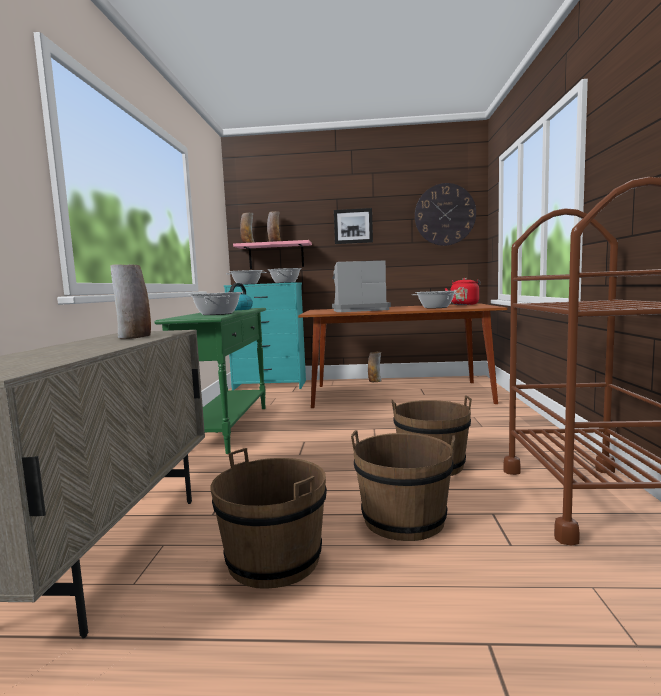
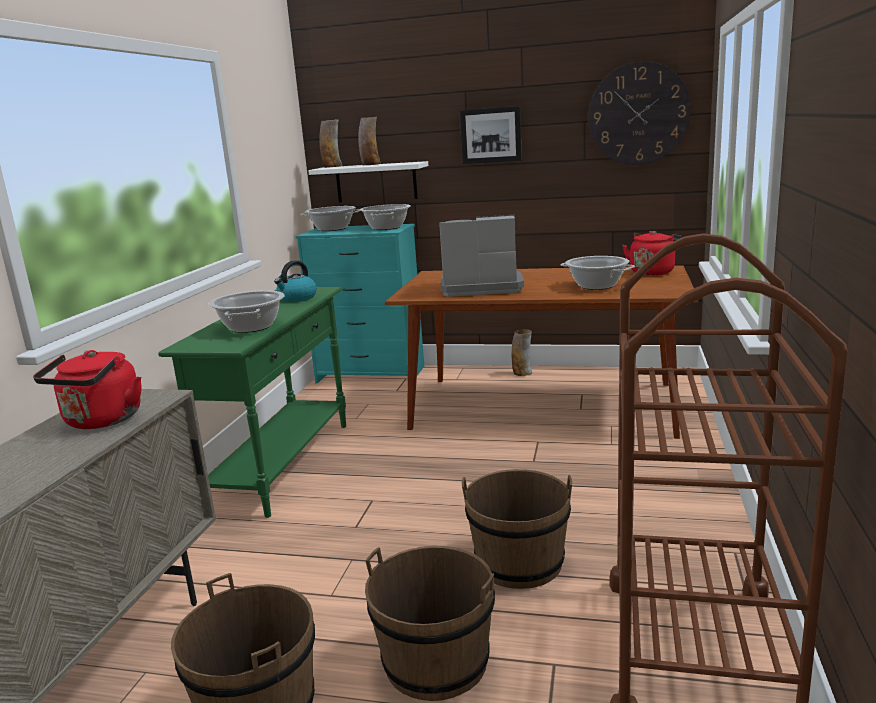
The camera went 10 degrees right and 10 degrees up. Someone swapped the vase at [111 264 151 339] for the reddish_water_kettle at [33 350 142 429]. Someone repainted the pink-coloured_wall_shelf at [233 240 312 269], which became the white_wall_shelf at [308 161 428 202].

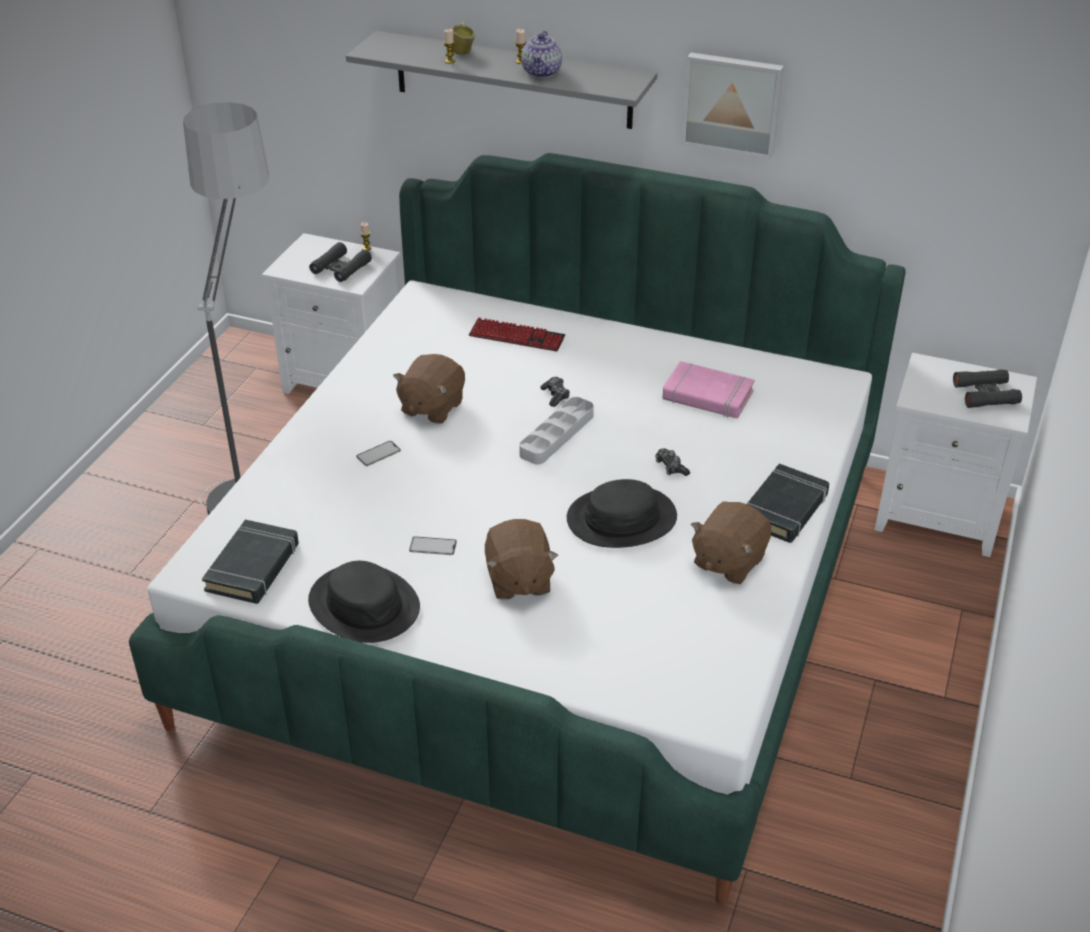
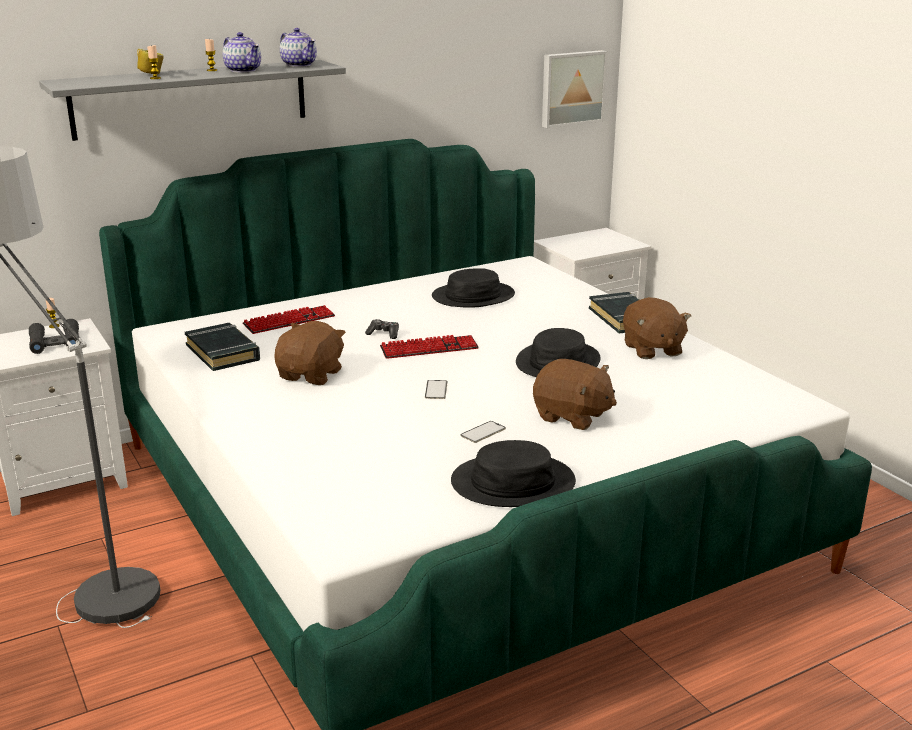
The camera went 50 degrees left and 15 degrees down. Someone took away the gamepad at [655 448 690 476]. Someone took away the black_field_glasses at [953 369 1022 408]. Someone put down the tea_pot at [280 28 317 67]. Someone carried the black_book from [202 520 299 604] to [185 323 260 371]. Someone carried the handset from [356 441 401 466] to [425 380 447 399]. Someone carried the wall_picture from [681 52 784 159] to [542 50 607 128]. Someone swapped the gray_tray at [519 397 594 465] for the keyboard at [380 335 479 359]. Someone swapped the pink-coloured_book at [662 361 754 419] for the black_hat at [432 268 515 308]. Someone rotated the brown-coloured_plush_toy at [393 354 465 424] by 135 degrees counterclockwise.

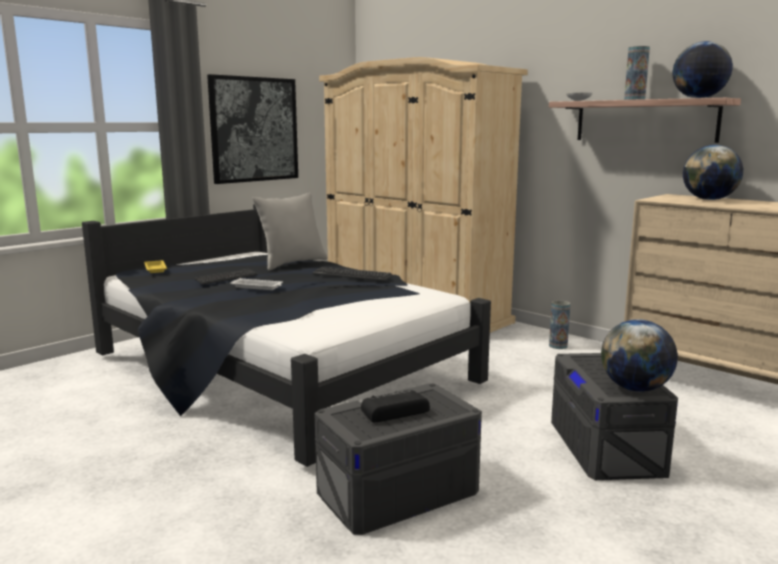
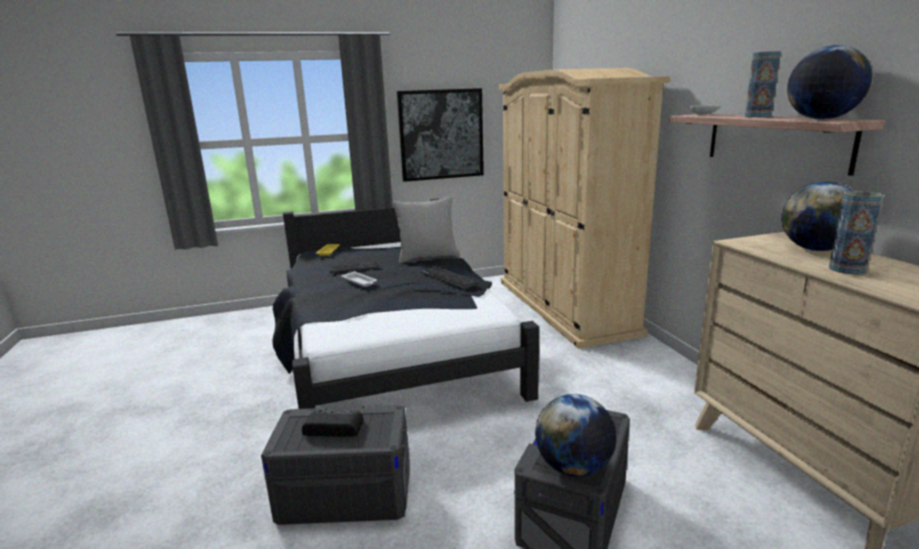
The camera went 30 degrees right and 5 degrees up. Someone carried the vase from [549 300 570 349] to [829 191 883 274].

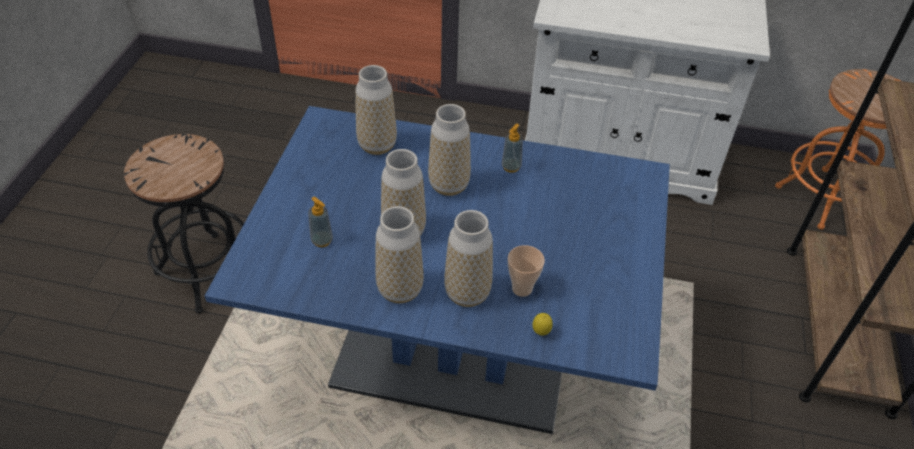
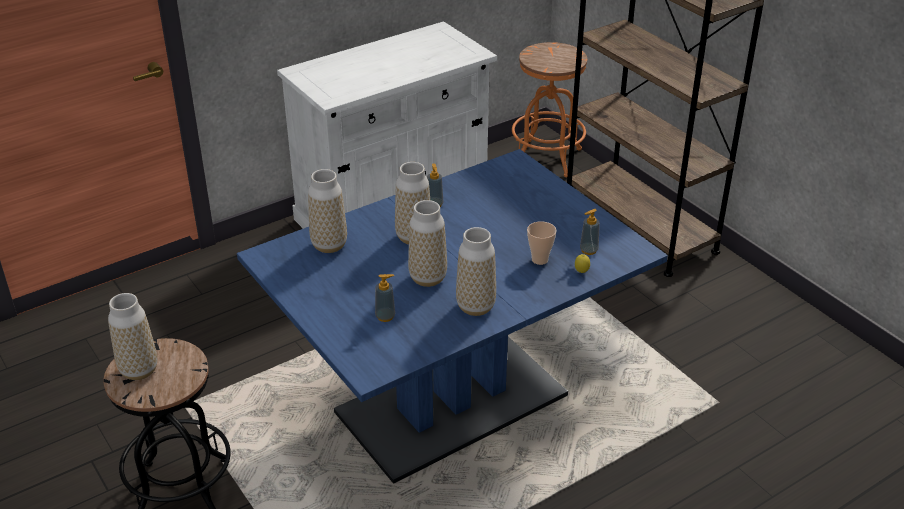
The camera went 45 degrees left and 10 degrees down. Someone put down the soap_bottle at [580 209 600 255]. Someone carried the vase from [444 210 493 307] to [108 293 157 380].

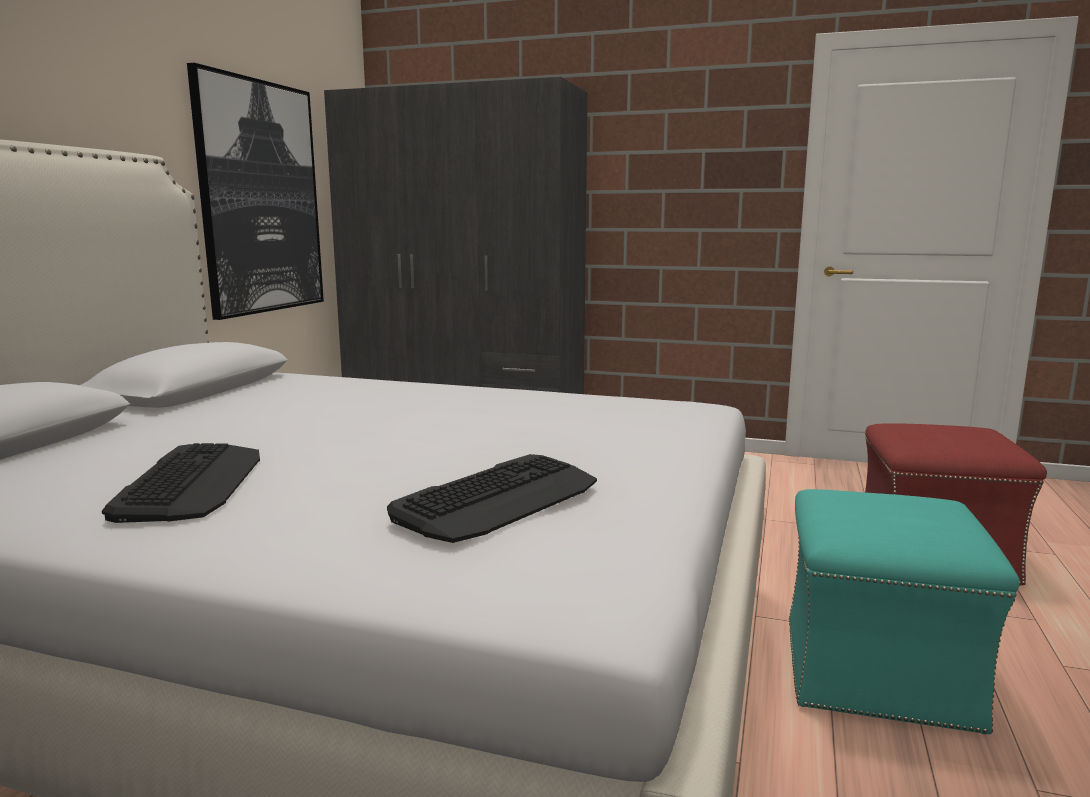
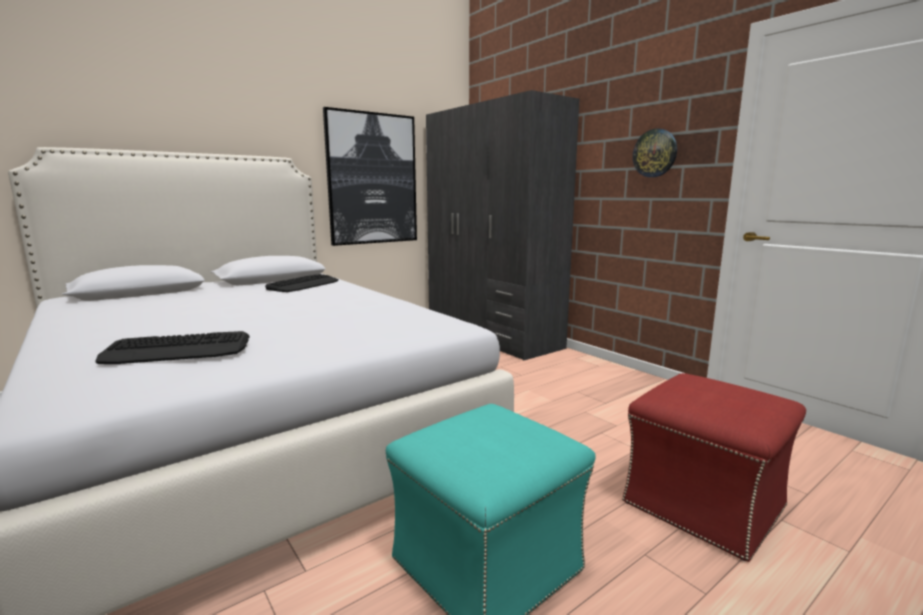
The camera went 35 degrees right and 0 degrees up. Someone put up the hanging_clock at [633 128 677 177]. Someone carried the keyboard from [102 443 260 523] to [265 274 339 292].

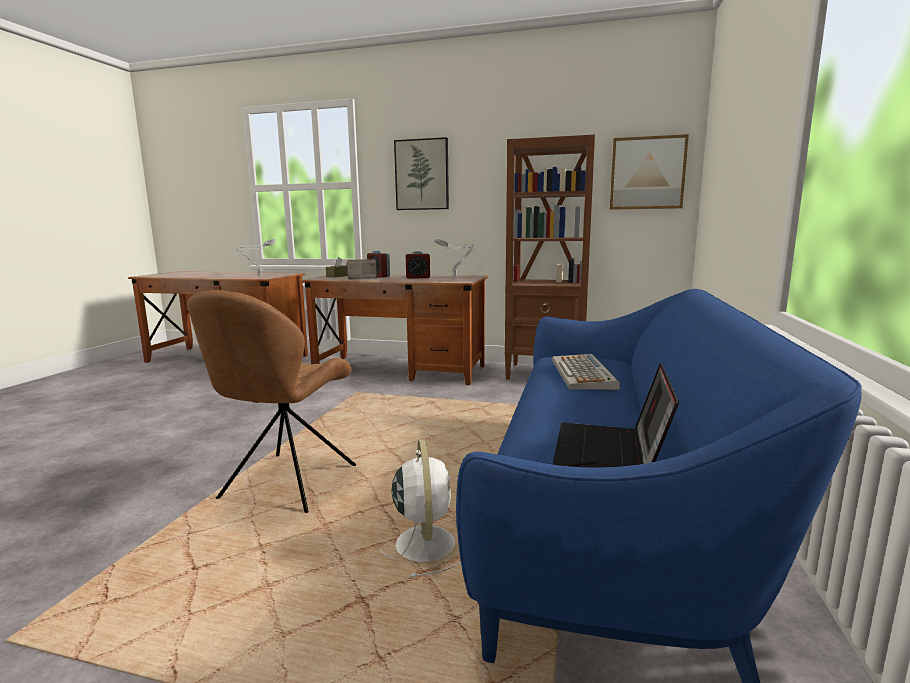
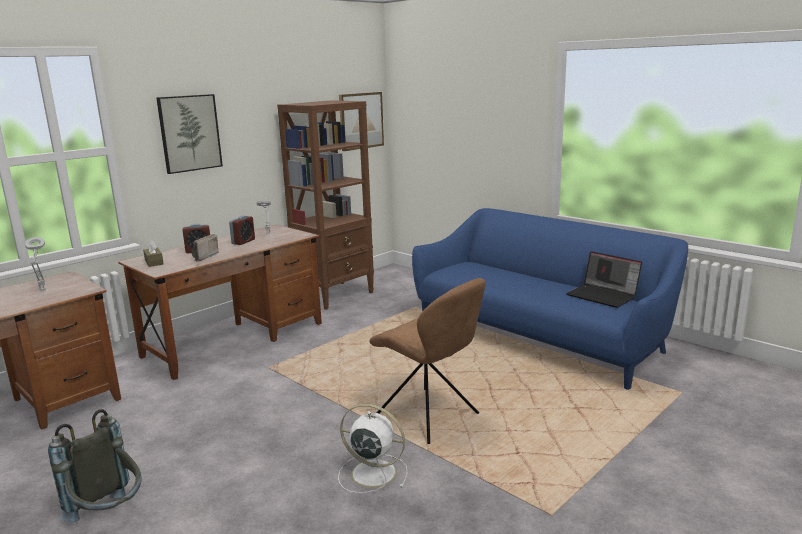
The camera went 60 degrees left and 5 degrees up. Someone took away the keyboard at [552 354 620 390]. Someone put down the gray_knapsack at [48 409 142 522]. Someone carried the white_cooling_fan from [379 439 461 578] to [338 404 407 493].

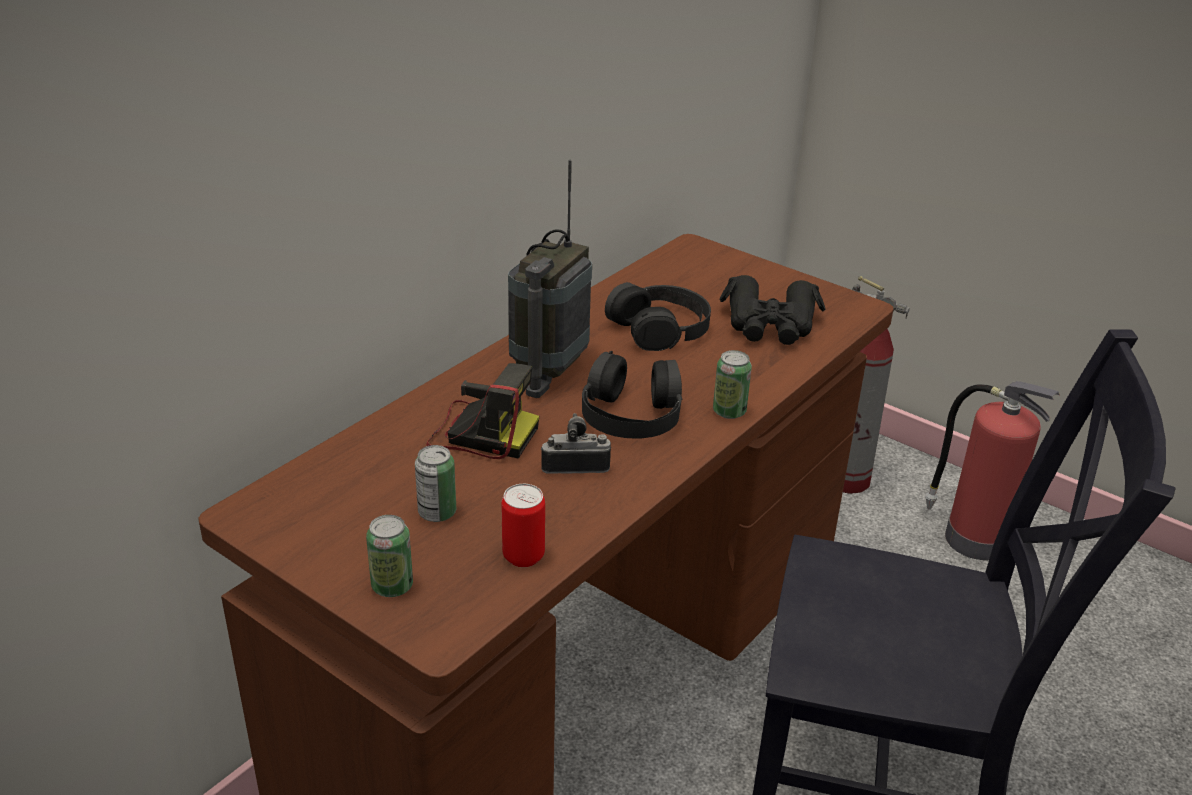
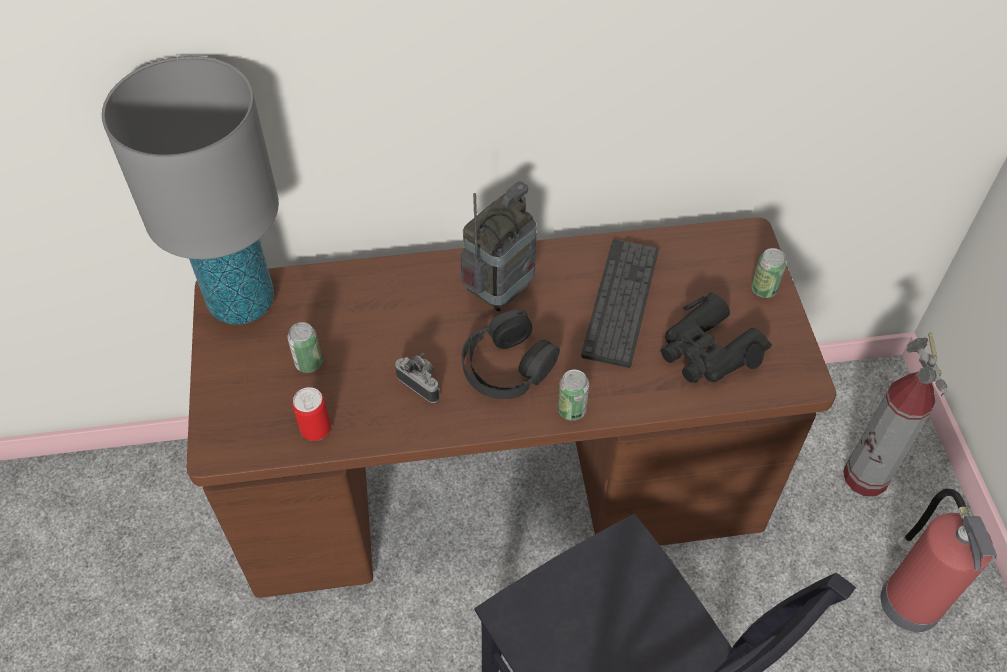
The camera went 45 degrees right and 20 degrees up. Someone took away the still_camera at [426 363 539 459]. Someone put down the gray_table_lamp at [102 56 279 325]. Someone carried the can from [366 515 413 597] to [751 248 787 298]. Someone swapped the black_headphones at [605 282 711 351] for the keyboard at [581 239 659 368]. Someone rotated the radio_set at [508 160 592 398] by 150 degrees clockwise.

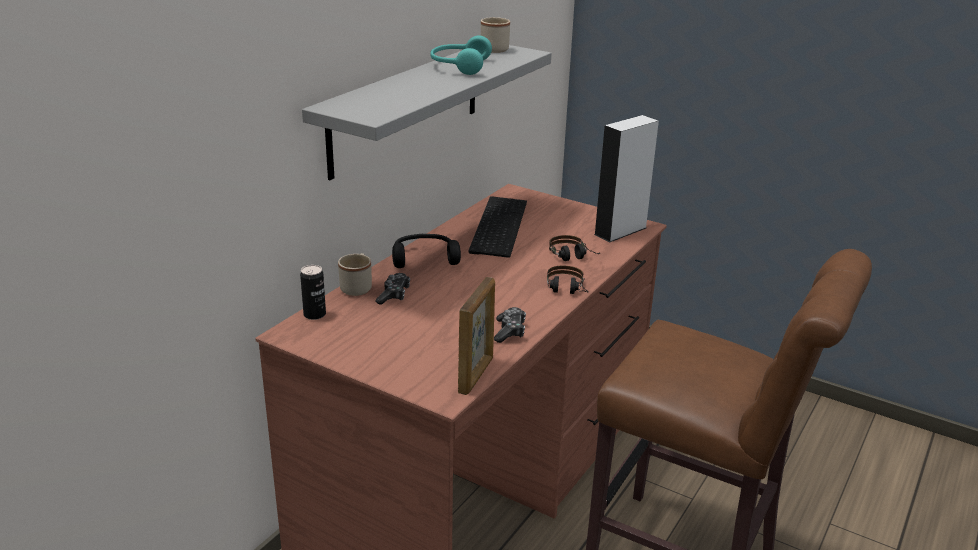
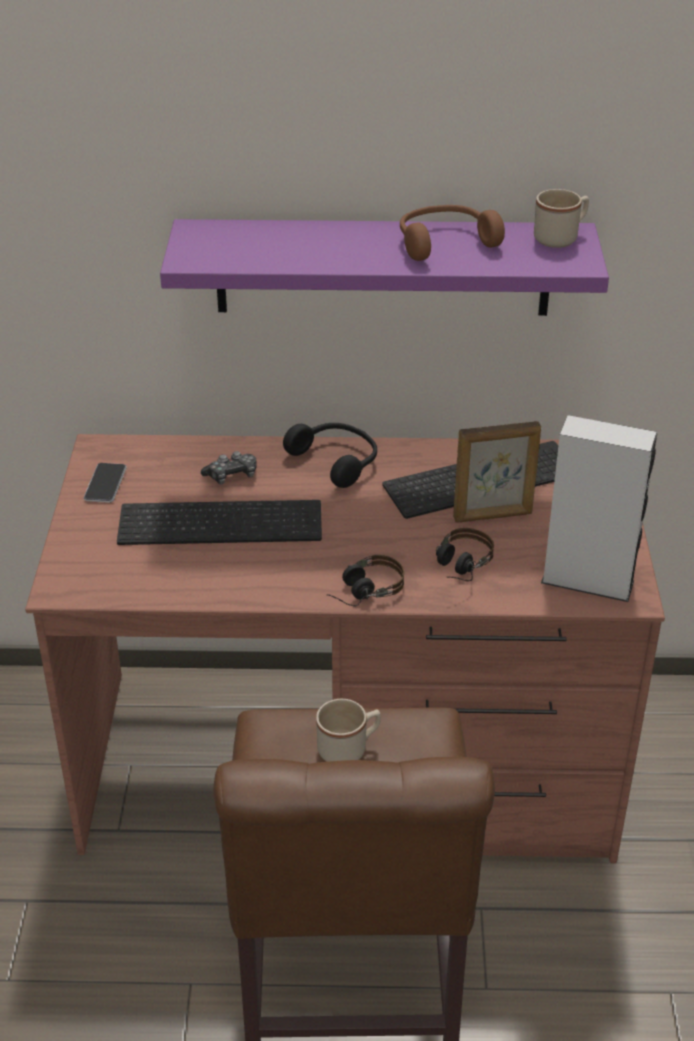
The camera went 60 degrees right and 10 degrees up. Someone took away the can at [300 265 326 320]. Someone took away the gamepad at [494 307 526 343]. Someone put down the handset at [84 463 127 503]. Someone put down the keyboard at [117 500 322 545]. Someone carried the beige_tea_mug from [338 253 372 296] to [316 699 381 762]. Someone carried the standing_frame from [458 277 495 395] to [453 421 541 523]. Someone repainted the gray_wall_shelf at [302 45 552 180], which became the purple-coloured_wall_shelf at [160 219 609 316]. Someone repainted the turquoise_headphones at [430 35 492 75], which became the brown-coloured_headphones at [400 205 505 261].

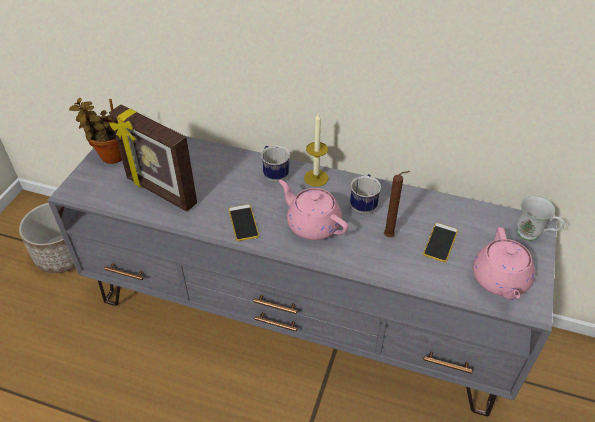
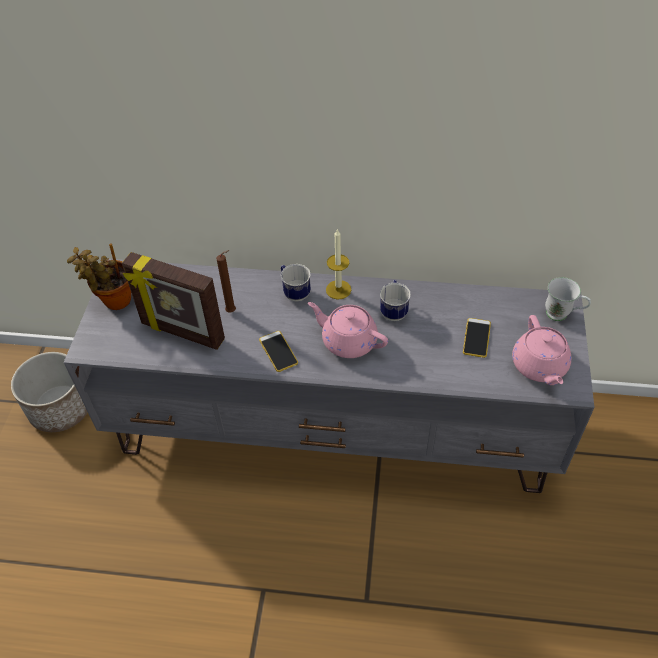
The camera went 10 degrees left and 5 degrees up. Someone carried the brown-coloured_wax_candle from [384 171 410 237] to [216 250 236 313].

